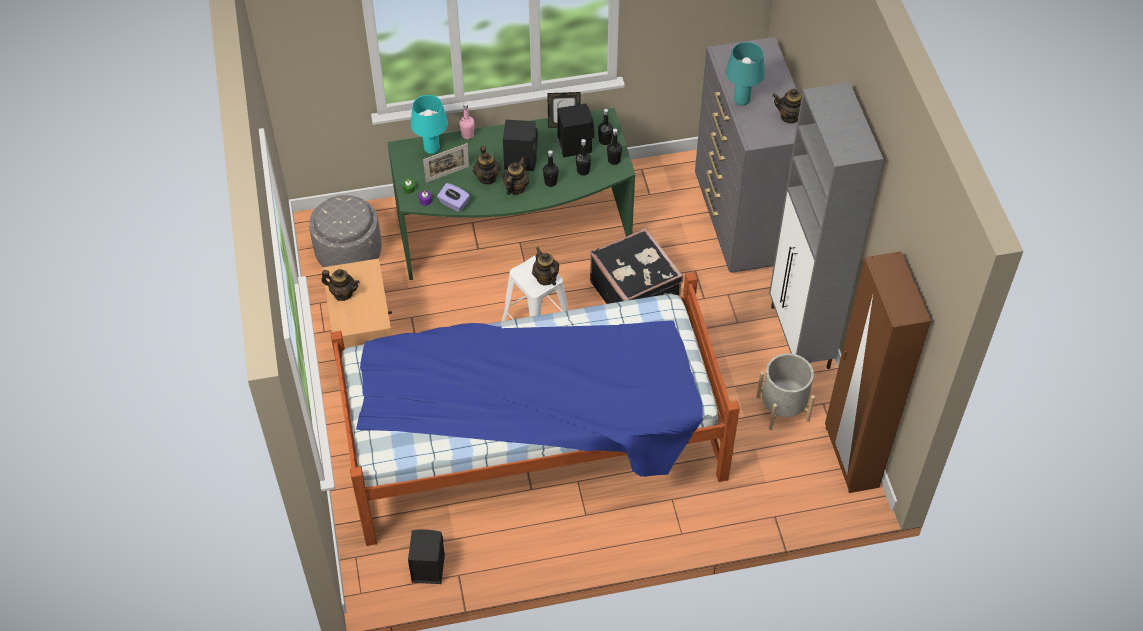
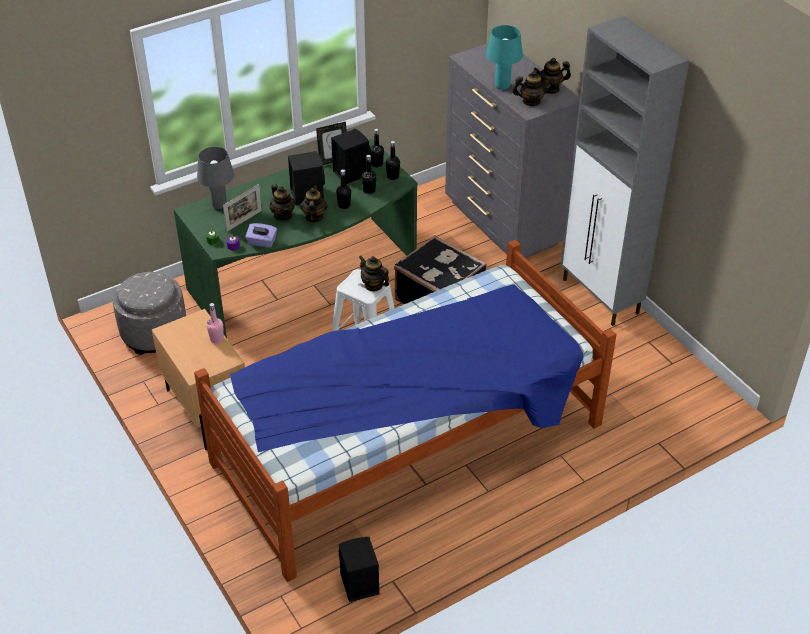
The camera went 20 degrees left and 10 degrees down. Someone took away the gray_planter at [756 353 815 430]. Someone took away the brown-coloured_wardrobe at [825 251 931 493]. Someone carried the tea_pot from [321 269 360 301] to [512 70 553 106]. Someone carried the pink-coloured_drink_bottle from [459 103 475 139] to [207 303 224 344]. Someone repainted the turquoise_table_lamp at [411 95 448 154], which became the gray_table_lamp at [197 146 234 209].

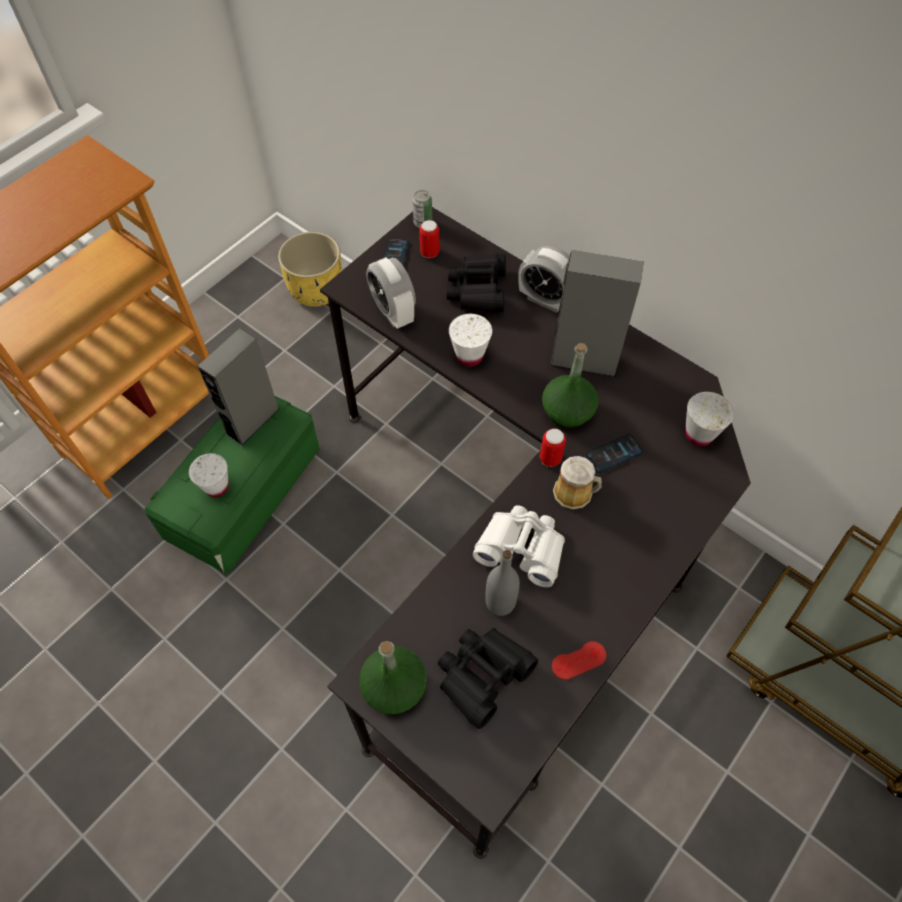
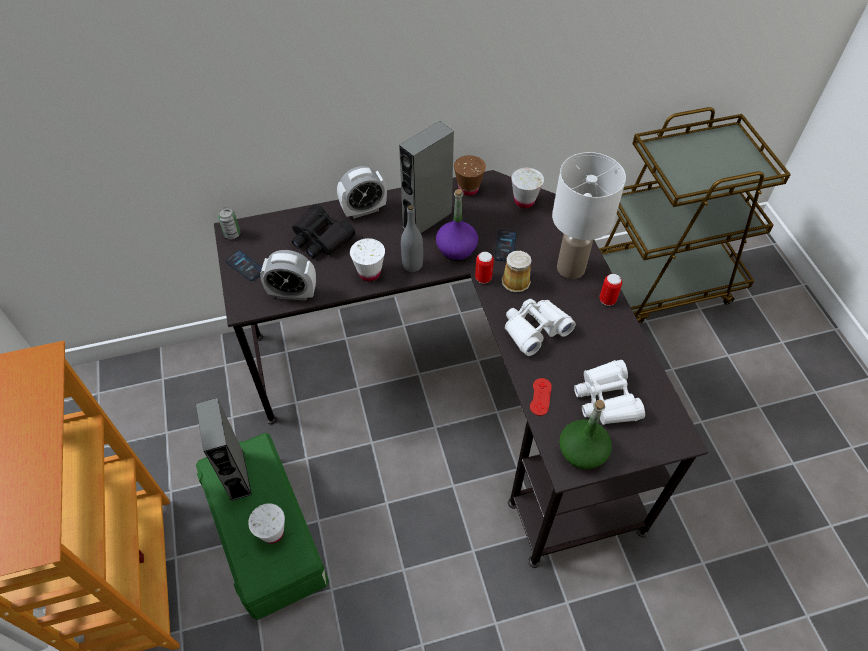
The camera went 55 degrees left and 5 degrees down. Someone took away the yellowish_planter at [278 232 342 307]. Someone put down the brown-coloured_drinking_cup at [454 155 486 196]. Someone put down the white_table_lamp at [552 152 626 279]. Someone carried the can from [419 220 440 258] to [600 274 622 306]. Someone carried the gray_drink_bottle from [485 550 520 616] to [401 205 423 272]. Someone carried the reddish_gamepad from [552 641 606 680] to [530 378 552 416]. Someone repainted the black_field_glasses at [438 628 538 729], which became the white_field_glasses at [574 360 645 425]. Someone repainted the green_drink_bottle at [542 343 599 428], which became the purple-coloured_drink_bottle at [436 189 478 261].

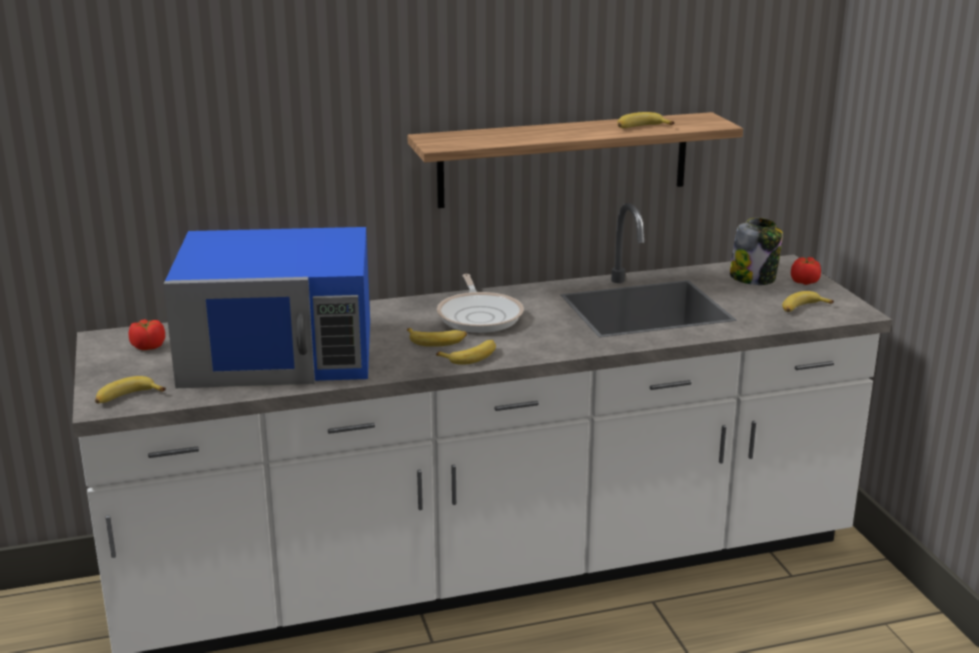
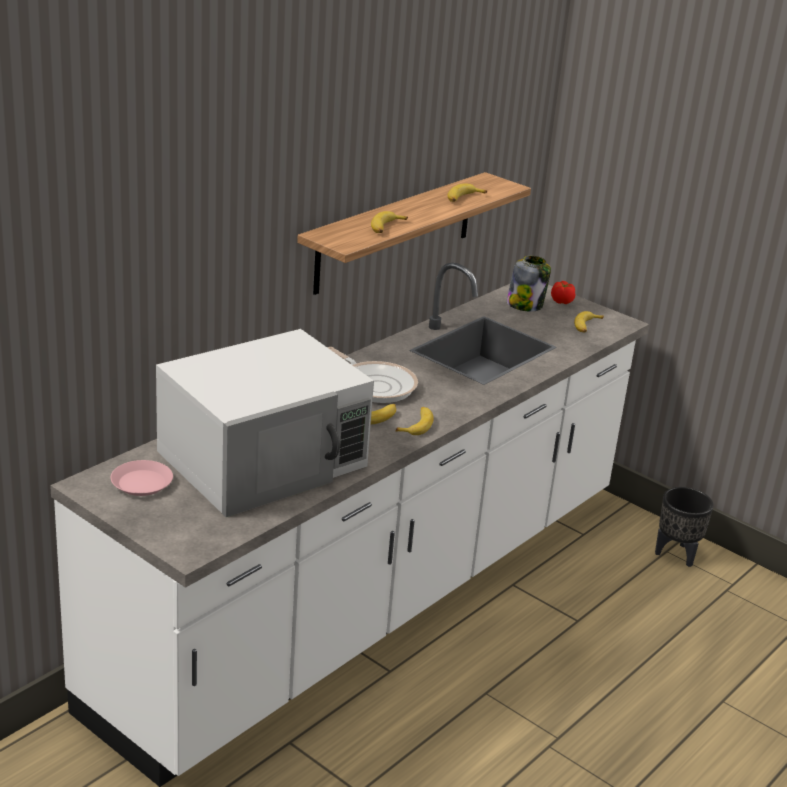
The camera went 35 degrees left and 5 degrees up. Someone put down the black_planter at [655 487 714 567]. Someone carried the banana_fruit from [95 376 166 404] to [371 211 408 233]. Someone swapped the whole_tomato at [129 319 165 350] for the pink-coloured_flat_dish at [111 460 173 496]. Someone repainted the bluish_kitchen_microwave at [163 227 370 388], which became the white_kitchen_microwave at [156 329 374 517].

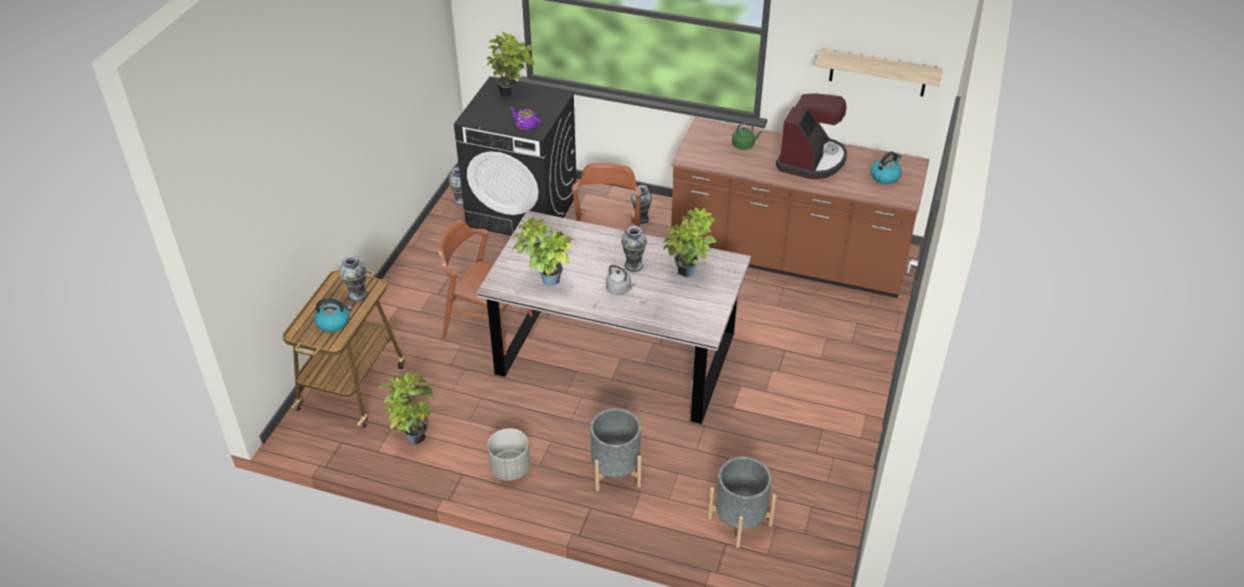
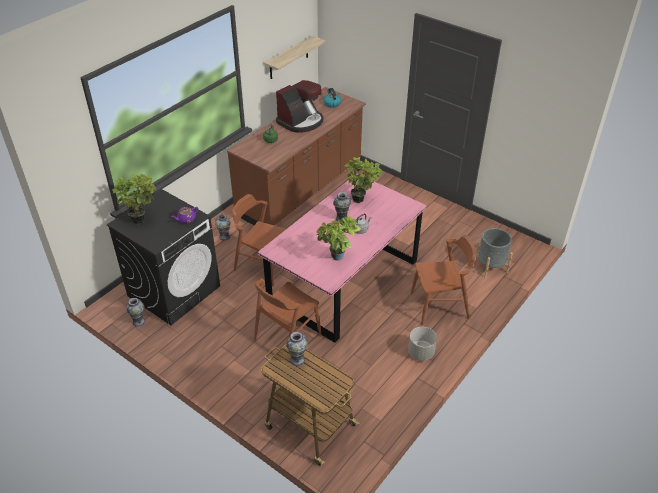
The camera went 70 degrees left and 0 degrees up. Someone took away the water_kettle at [315 298 352 332]. Someone took away the houseplant at [378 370 433 444]. Someone swapped the gray_planter at [590 408 641 491] for the brown-coloured_chair at [411 235 476 325]. Someone repainted the gray_dining_table at [477 211 751 424], which became the pink-coloured_dining_table at [258 174 427 343]. Someone rotated the coffee_machine at [776 93 847 179] by 90 degrees clockwise.

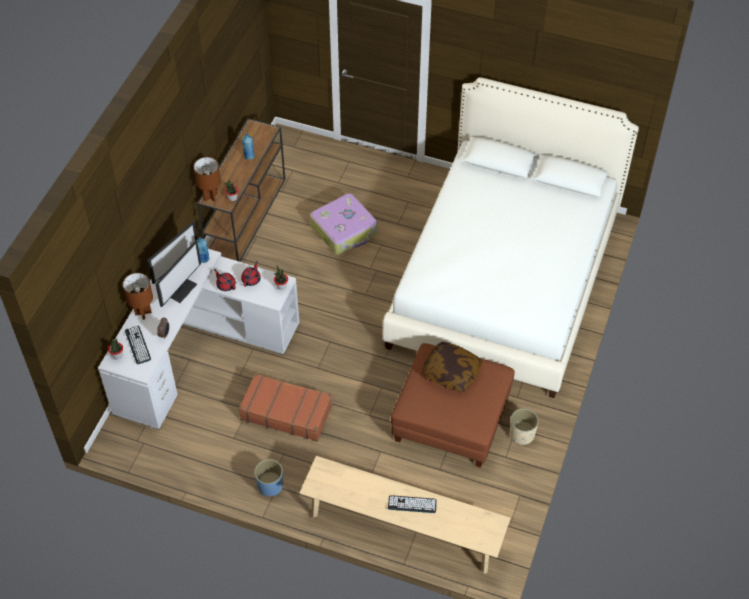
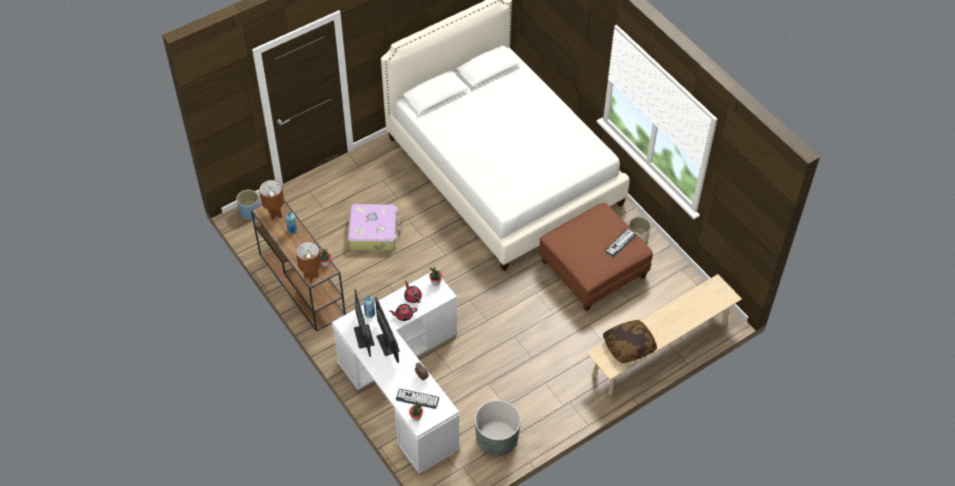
The camera went 55 degrees left and 0 degrees up. Someone took away the brown-coloured_travel_case at [239 374 332 442]. Someone put down the gray_planter at [475 400 521 456]. Someone carried the brown-coloured_table_lamp from [123 273 153 320] to [259 180 284 220]. Someone carried the bluish_planter from [254 459 283 496] to [236 190 260 220]. Someone carried the keyboard from [388 495 437 513] to [605 229 637 257]. Someone carried the throw_pillow from [422 342 482 392] to [603 320 657 363].

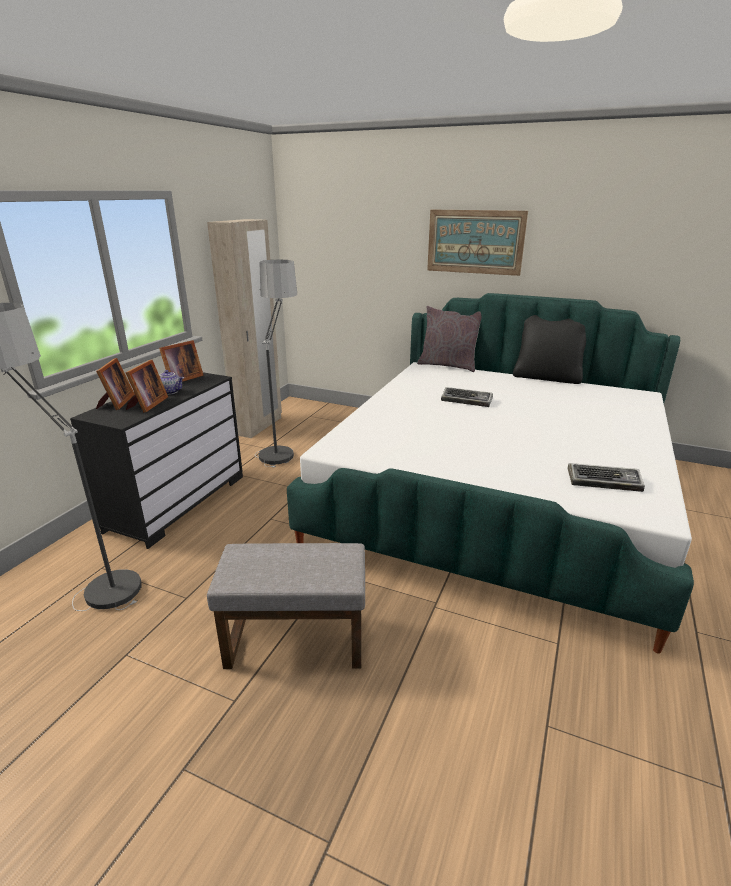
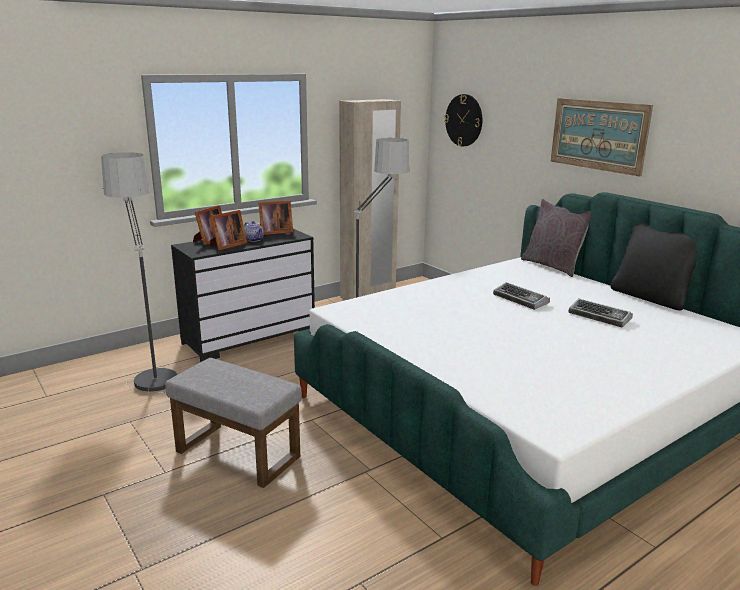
The camera went 30 degrees right and 5 degrees down. Someone put up the hanging_clock at [444 94 482 146]. Someone carried the keyboard from [568 463 645 492] to [569 298 633 328].

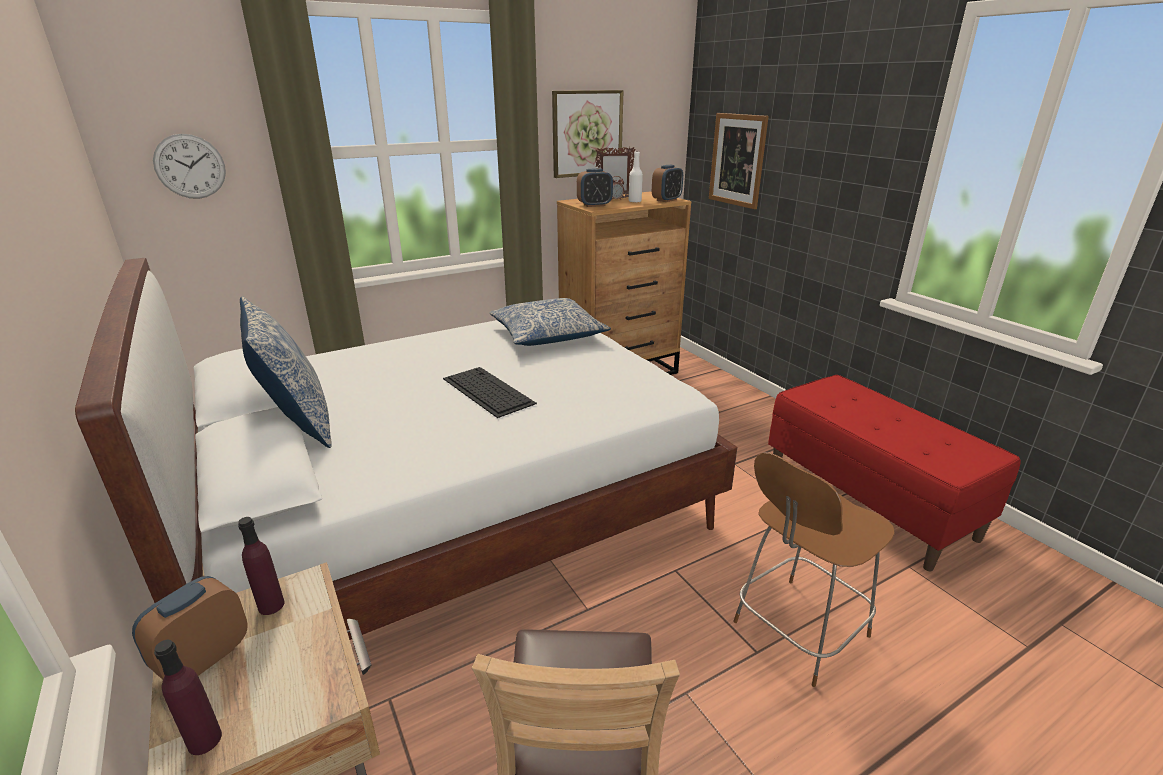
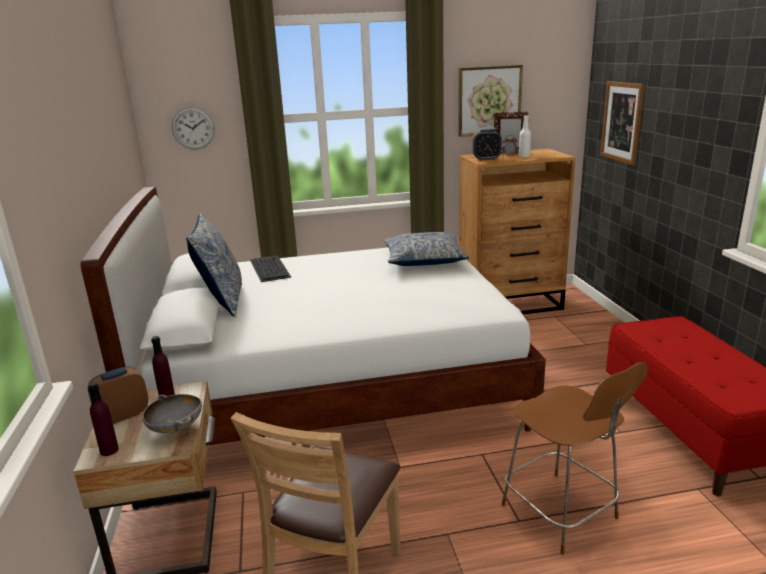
The camera went 20 degrees right and 5 degrees down. Someone took away the alarm_clock at [652 165 683 202]. Someone put down the gray_deep_dish at [143 394 202 433]. Someone carried the keyboard from [443 367 537 418] to [250 256 291 282]. Someone rotated the brown-coloured_chair at [733 452 895 687] by 105 degrees counterclockwise.

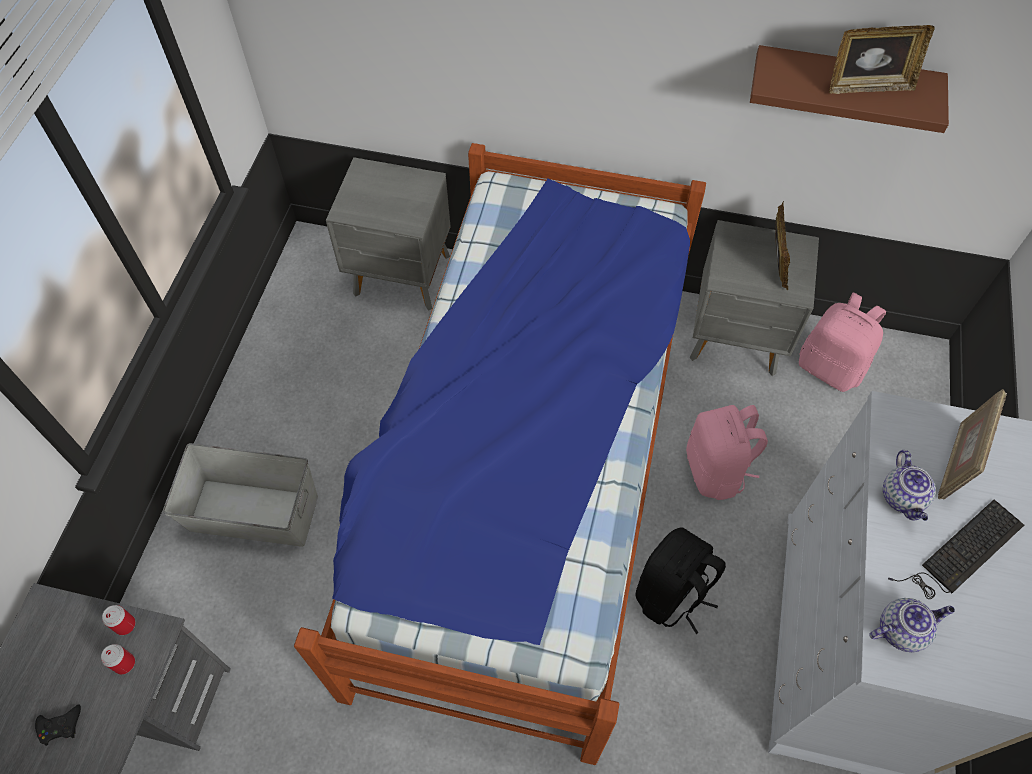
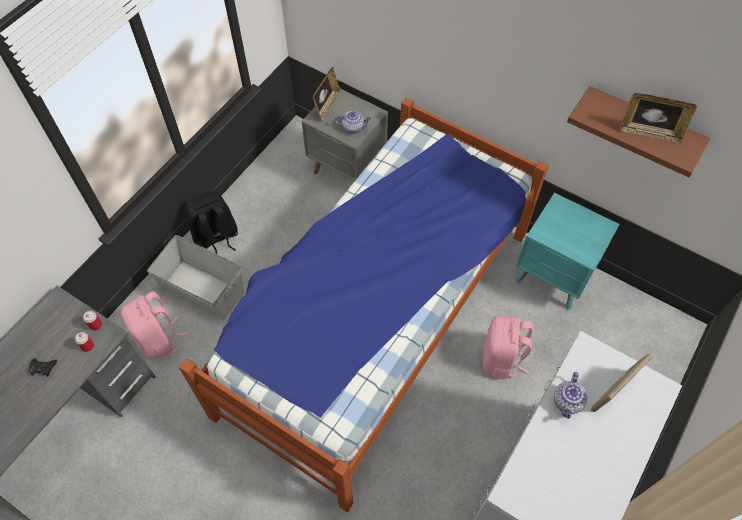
The camera went 20 degrees right and 0 degrees up. Someone took away the keyboard at [888 500 1024 599]. Someone carried the black_knapsack from [635 527 726 634] to [185 191 238 254]. Someone carried the standing_frame from [775 201 790 290] to [312 67 341 121]. Someone carried the pink-coloured_knapsack from [799 292 886 392] to [121 291 188 358]. Someone carried the tea_pot from [869 598 955 652] to [335 111 371 134]. Someone repainted the gray_night_table at [690 220 819 376], which became the turquoise_night_table at [516 193 620 310].

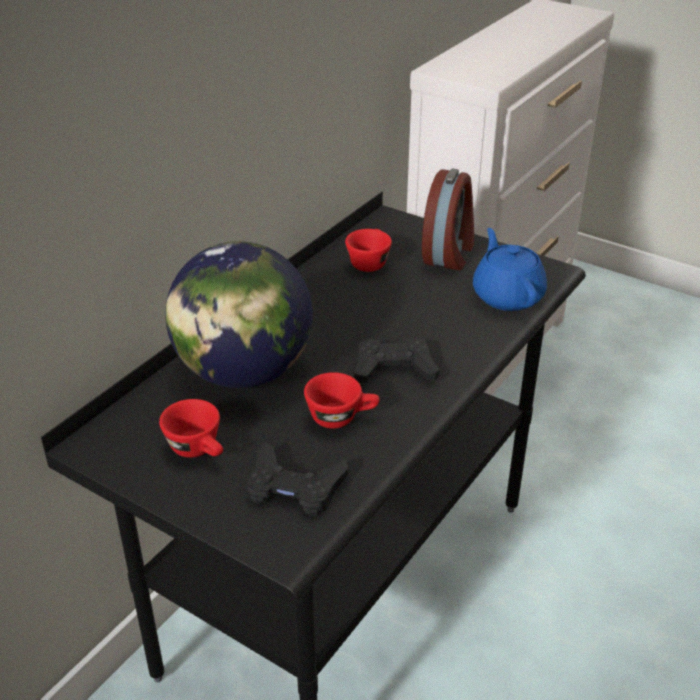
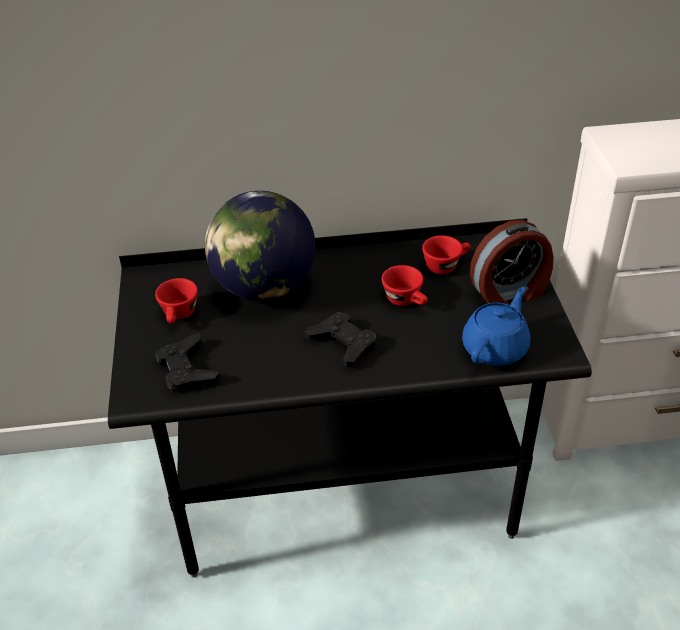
The camera went 50 degrees right and 5 degrees up. Someone carried the reddish_drinking_cup from [304 372 380 428] to [382 265 428 306].

